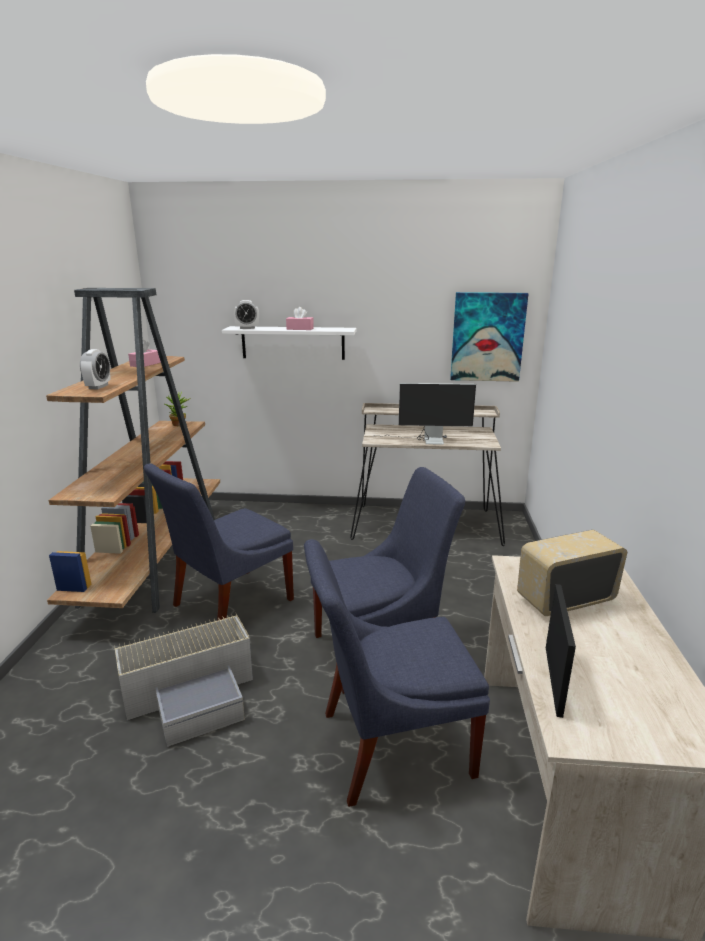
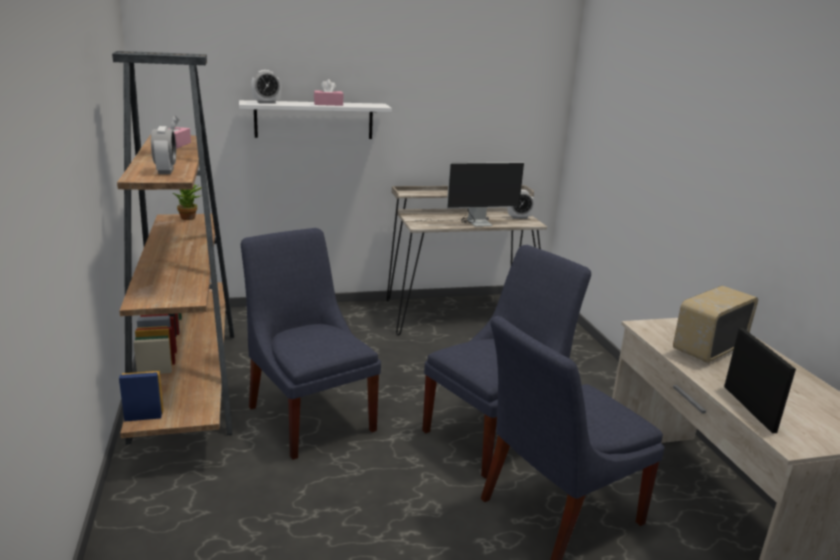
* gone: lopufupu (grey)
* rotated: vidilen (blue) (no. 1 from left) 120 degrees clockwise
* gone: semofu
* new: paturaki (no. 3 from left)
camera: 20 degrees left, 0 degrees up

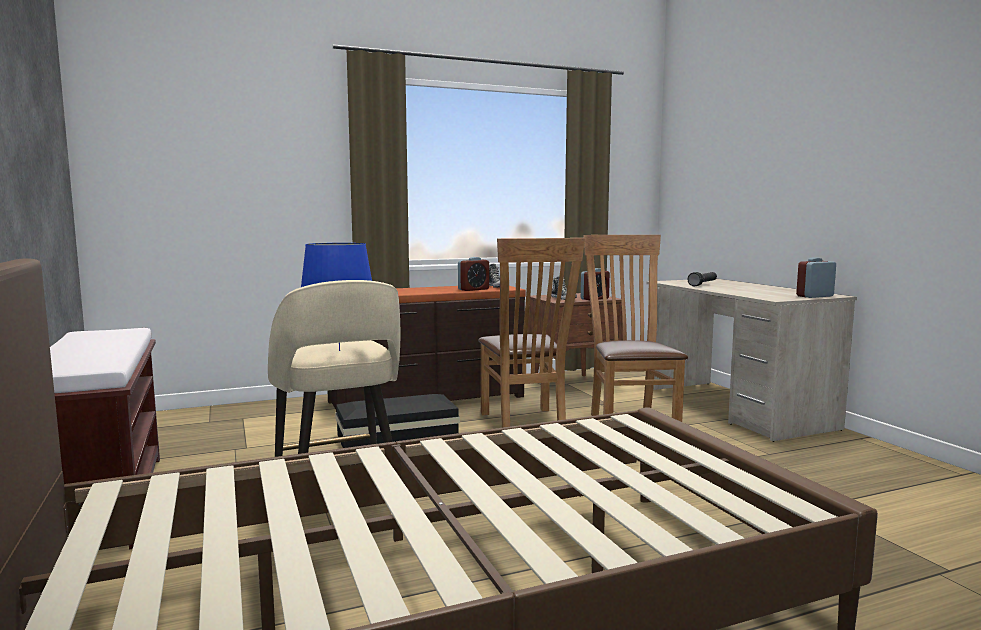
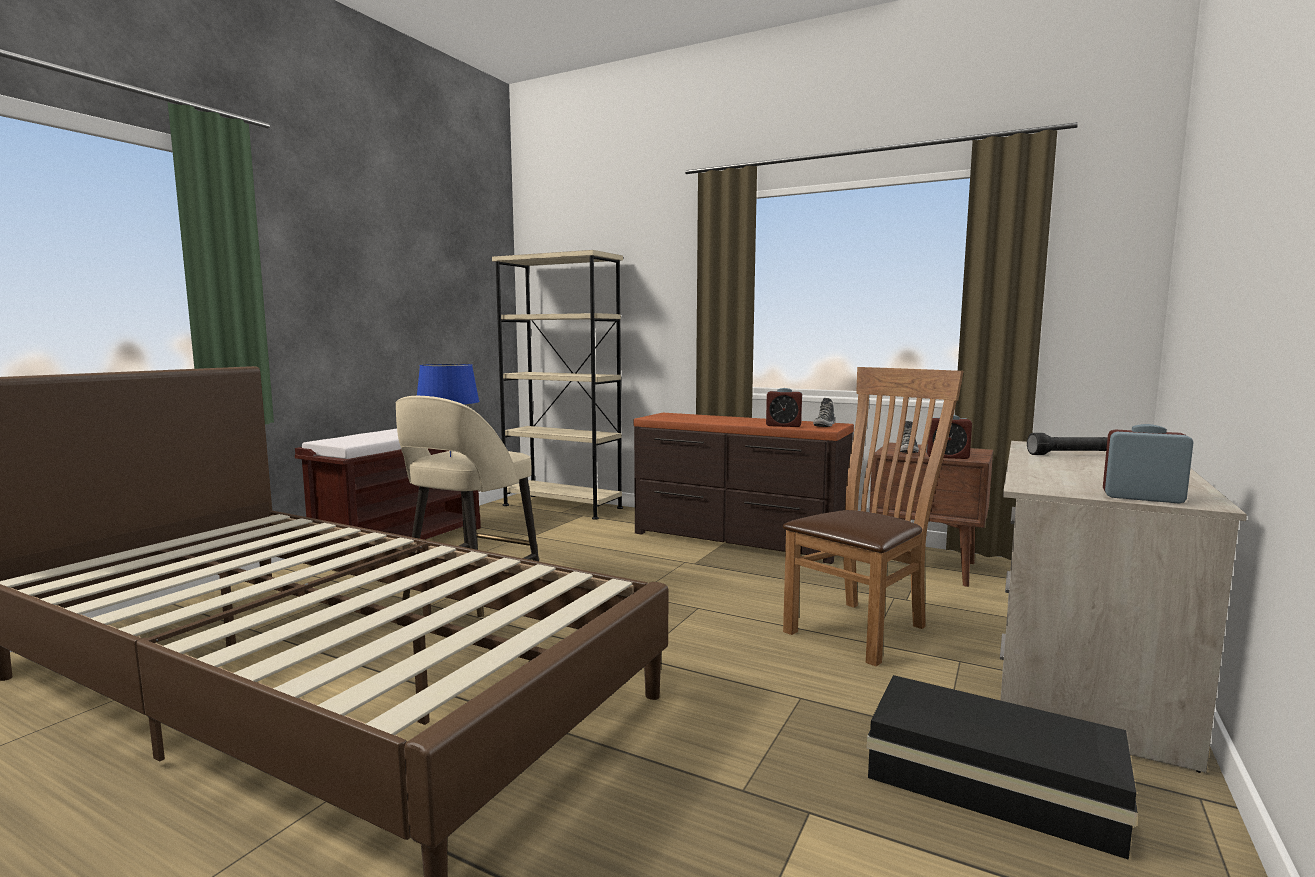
* shifted: lopufupu (black)
* gone: vidilen (brown) (no. 1 from left)
* new: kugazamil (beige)
camera: 50 degrees right, 0 degrees up

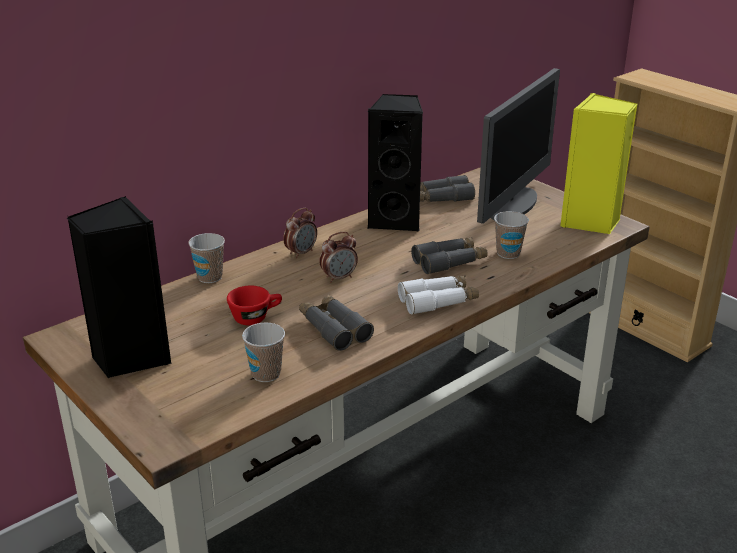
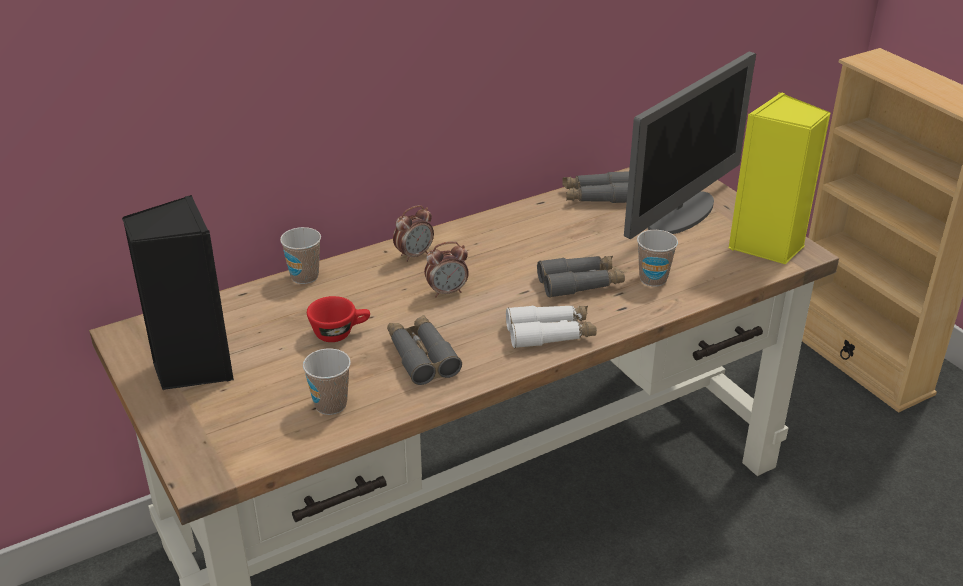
* gone: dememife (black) (no. 2 from left)
camera: 10 degrees right, 5 degrees up

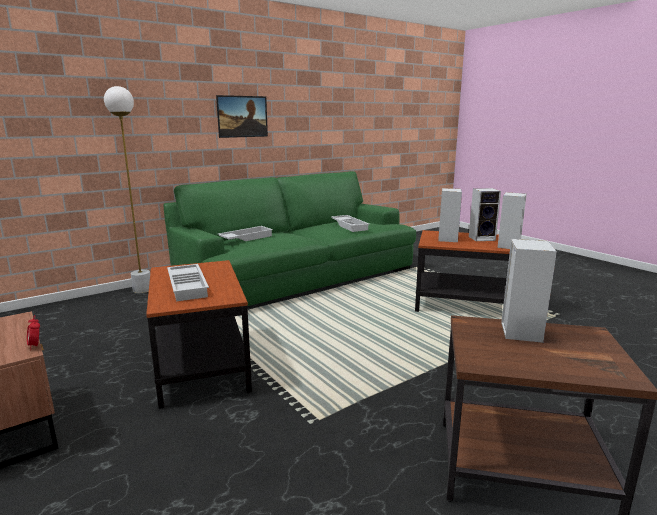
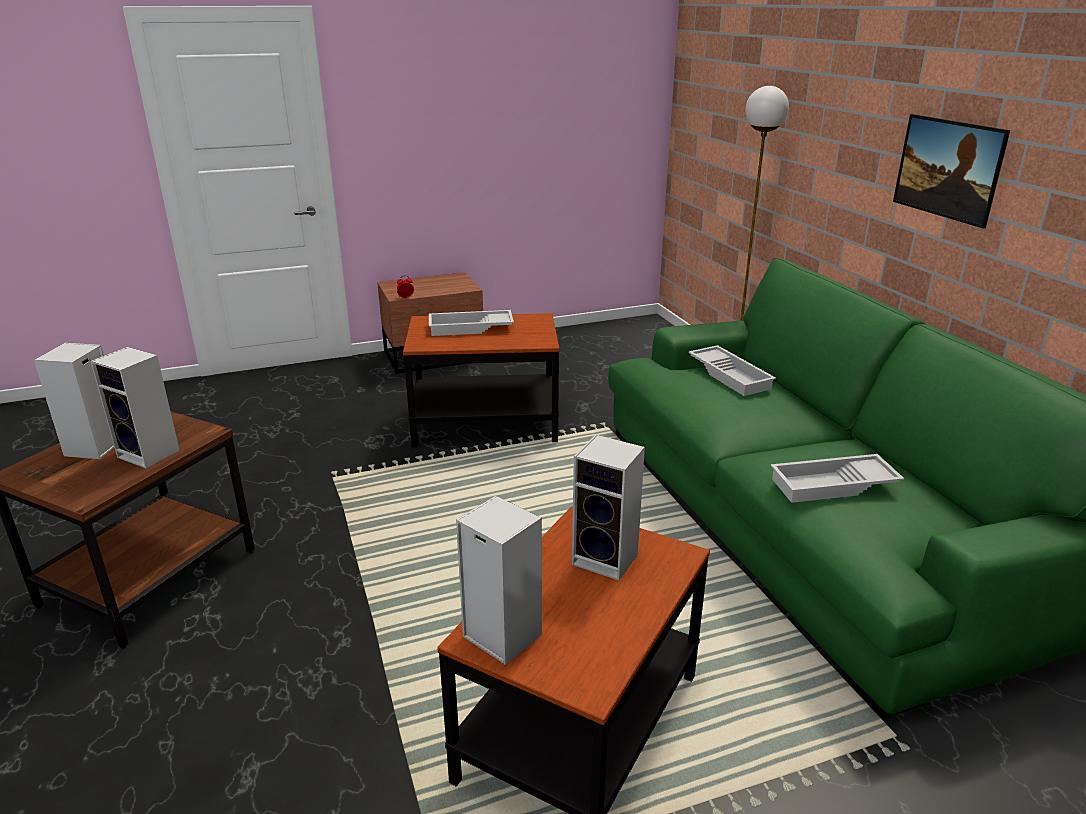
* shifted: dememife (no. 2 from left in the first image) to dememife (no. 1 from left)
camera: 105 degrees right, 10 degrees up

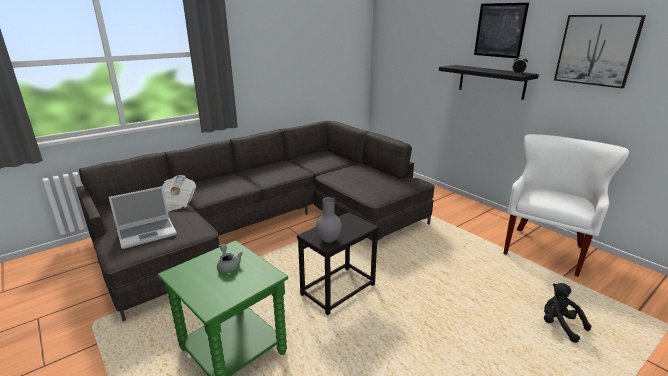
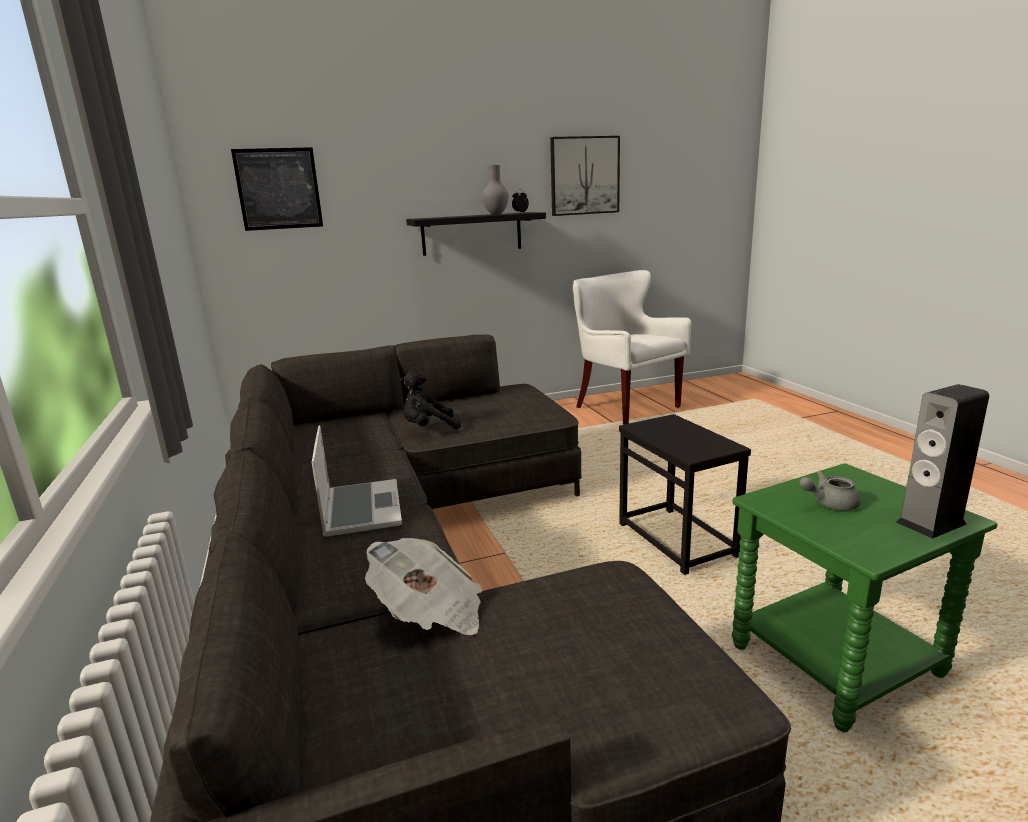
* shifted: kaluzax
* shifted: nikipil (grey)
* shifted: semofu (no. 1 from left)
* shifted: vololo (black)
* new: dememife
camera: 70 degrees left, 5 degrees down

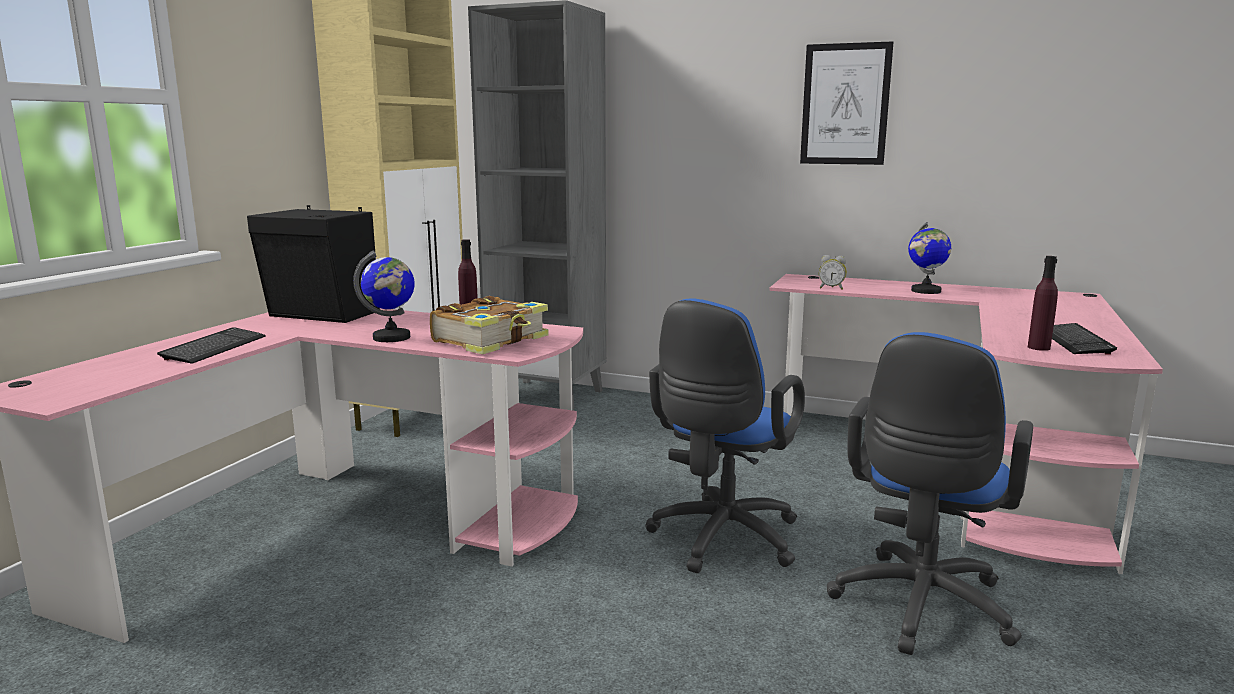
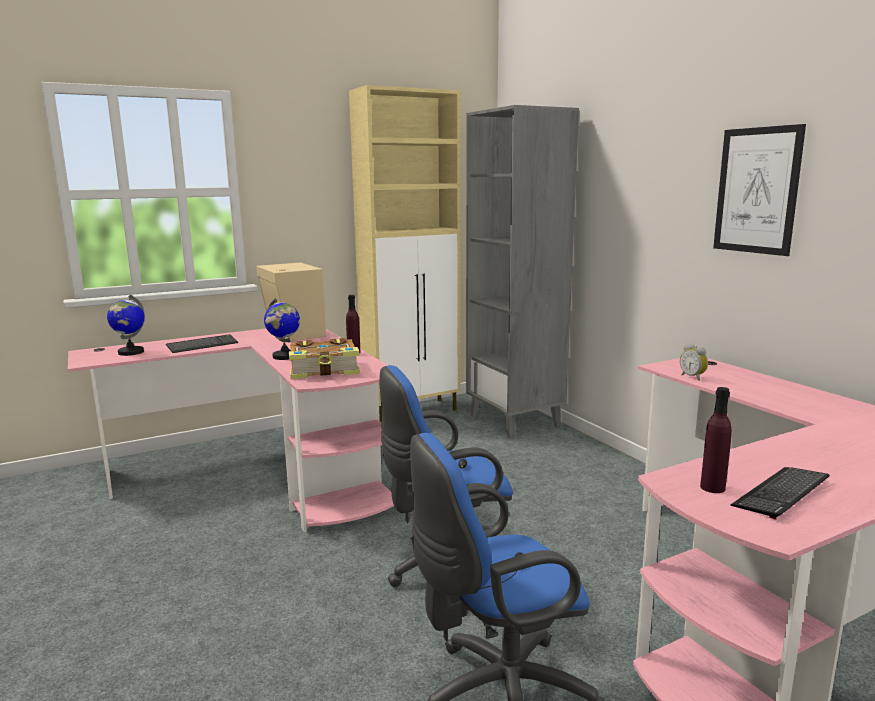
* repainted: dememife (black) to dememife (beige)
* shifted: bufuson (no. 2 from left in the first image) to bufuson (no. 1 from left)
camera: 40 degrees right, 0 degrees up

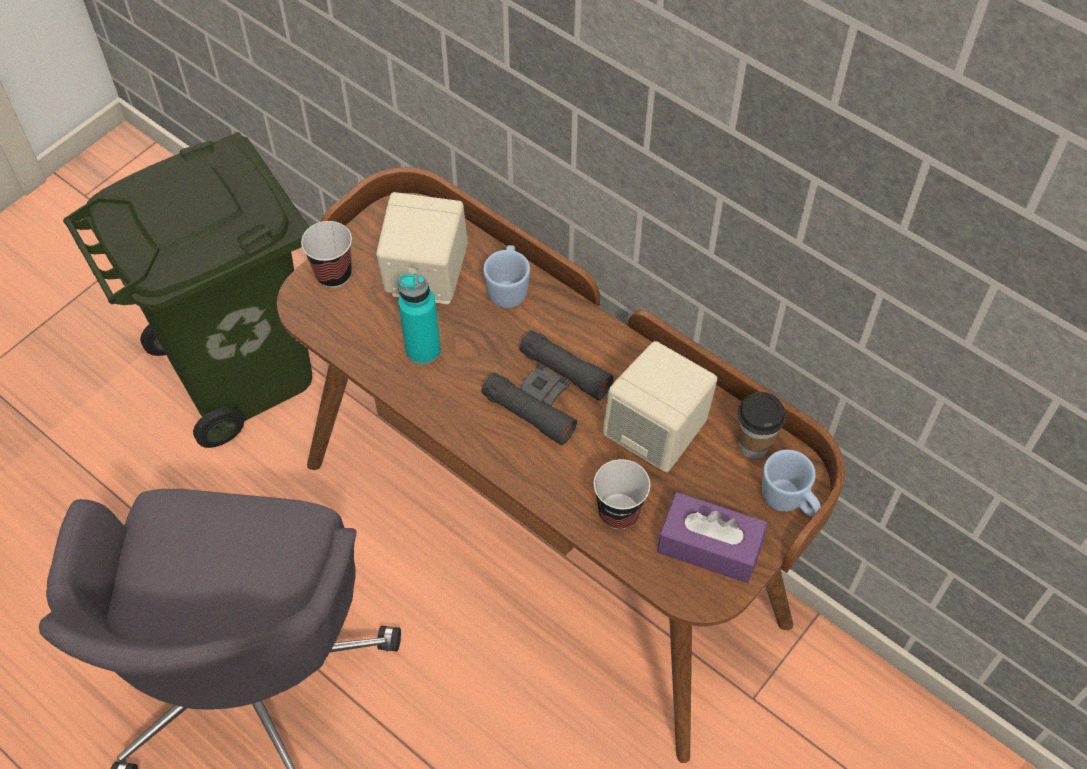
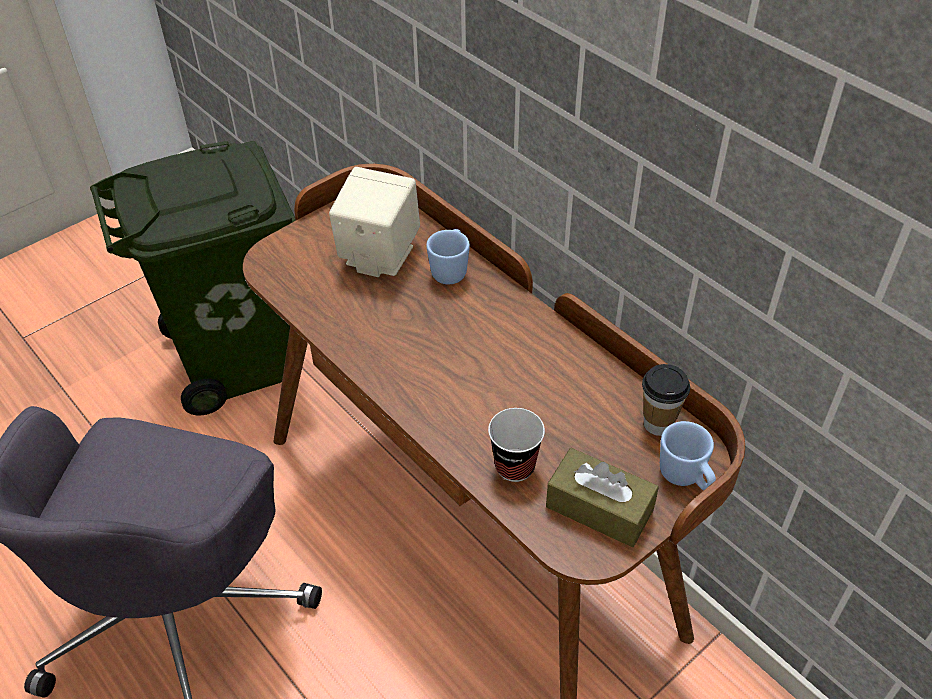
* gone: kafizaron (no. 1 from left)
* gone: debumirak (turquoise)
* gone: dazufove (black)
* gone: dememife (beige) (no. 2 from left)
* repainted: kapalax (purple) to kapalax (brown)
camera: 10 degrees right, 10 degrees down

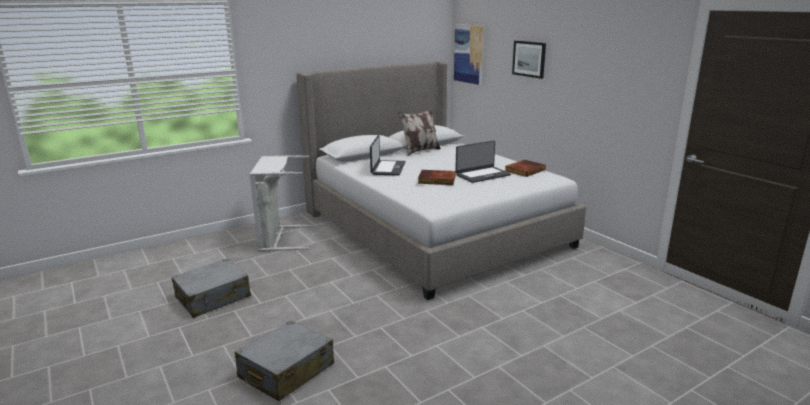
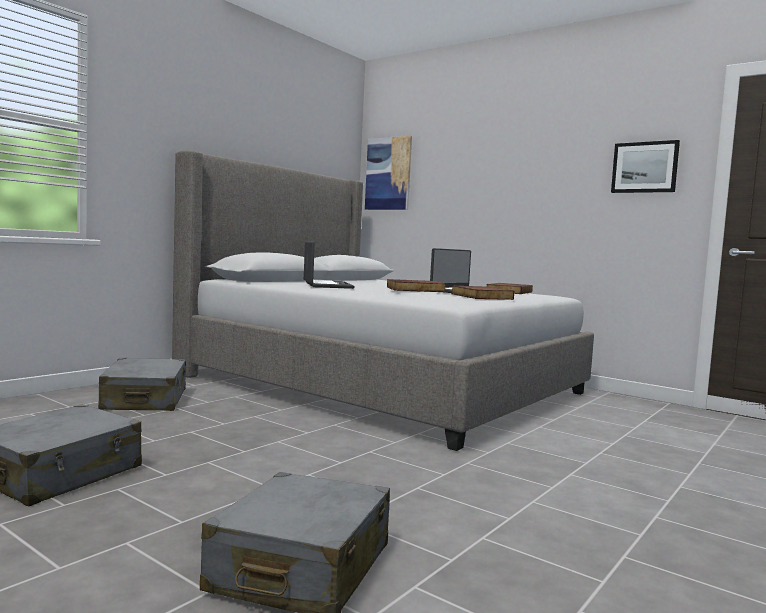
* swapped: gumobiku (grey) to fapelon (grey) (no. 2 from left)
* gone: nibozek
* shifted: semofu (no. 2 from left)
* new: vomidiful (no. 2 from left)
camera: 20 degrees left, 15 degrees down

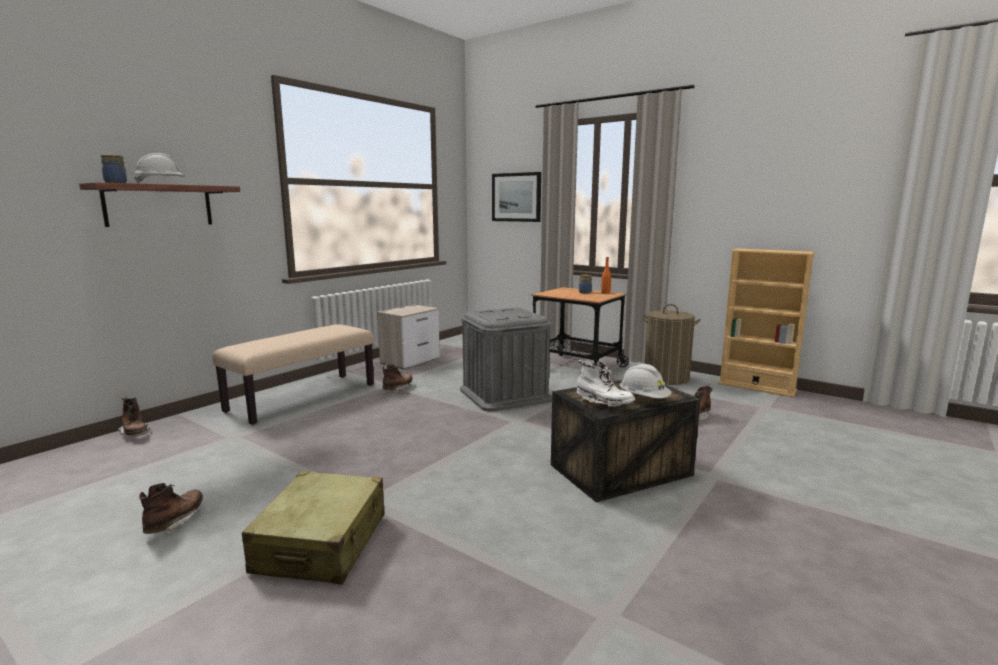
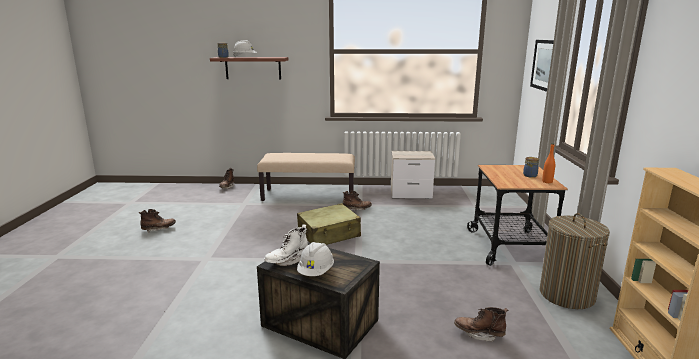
* shifted: fapelon (beige)
* gone: lopufupu (grey)
* rotated: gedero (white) 45 degrees clockwise
camera: 55 degrees right, 5 degrees up

